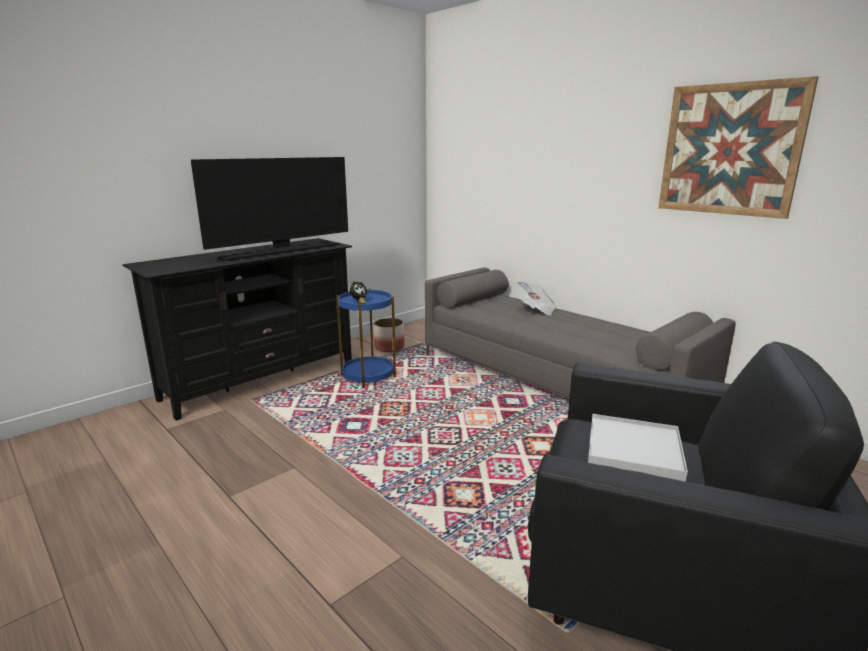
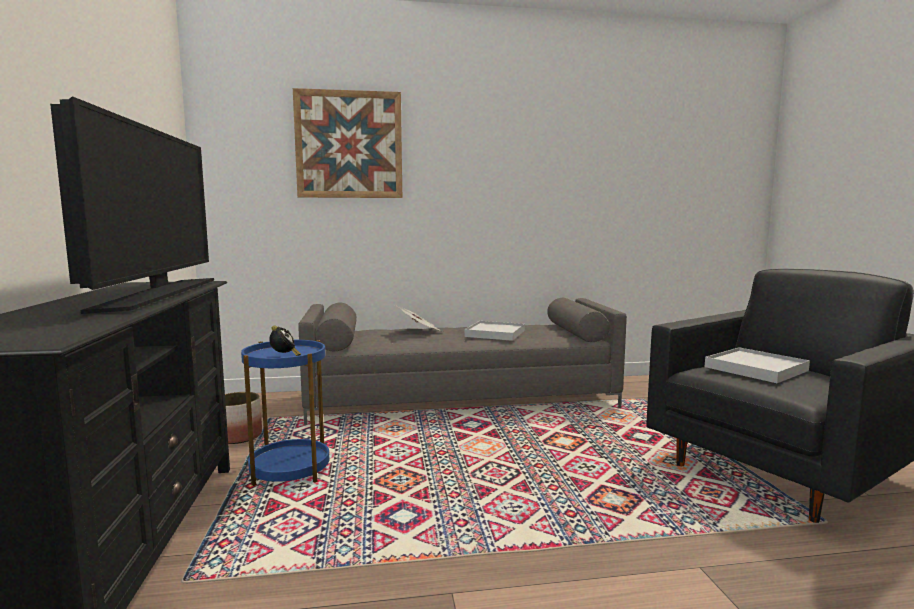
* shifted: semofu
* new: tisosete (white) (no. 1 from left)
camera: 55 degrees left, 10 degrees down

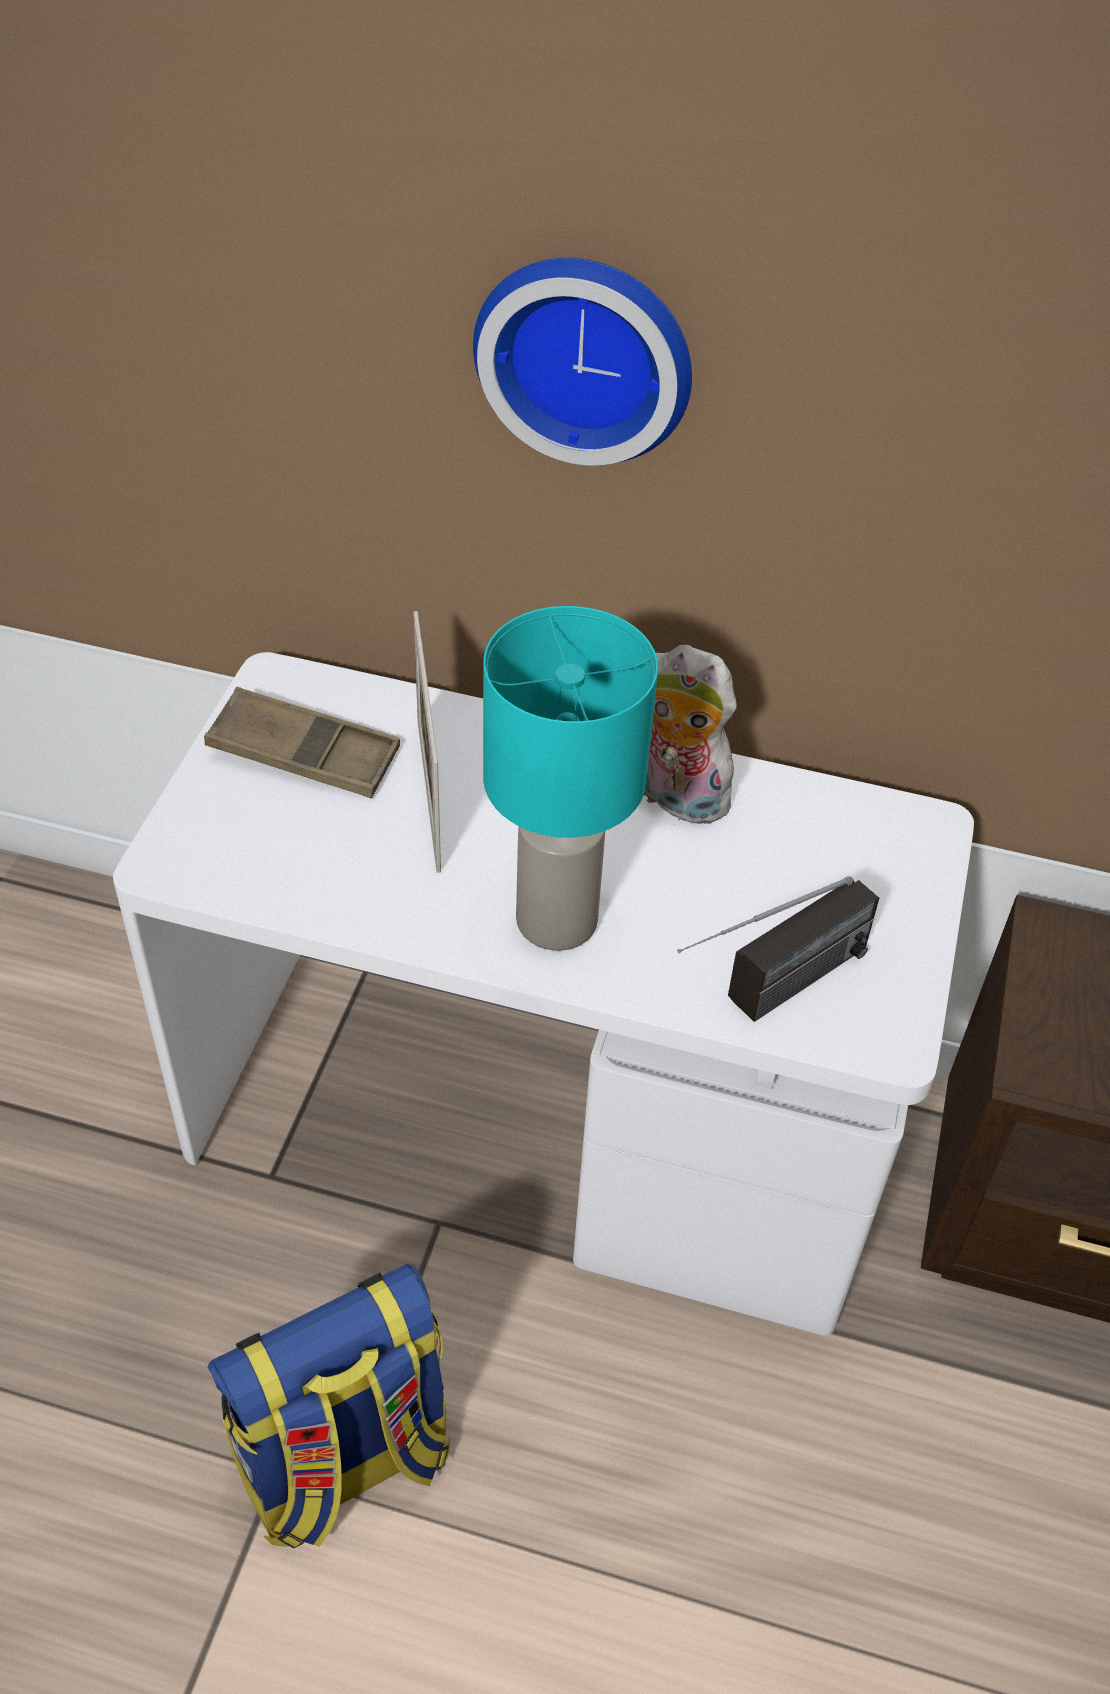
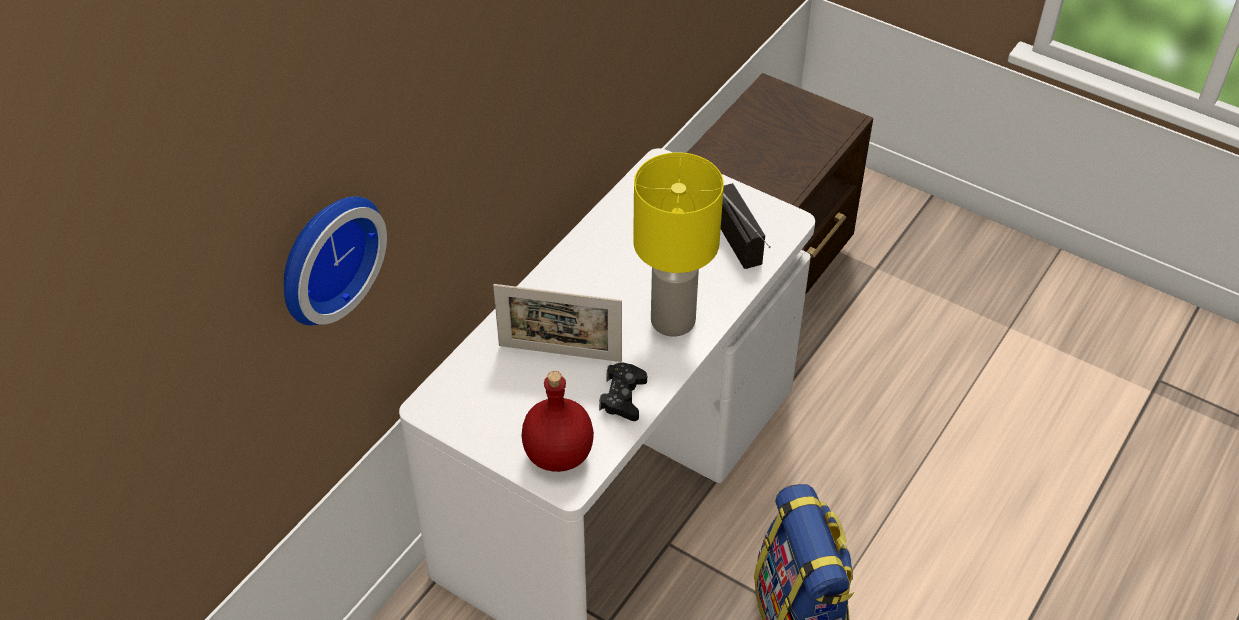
* gone: tisosete (brown)
* shifted: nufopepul
* repainted: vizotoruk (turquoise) to vizotoruk (yellow)
* gone: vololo
* new: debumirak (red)
* new: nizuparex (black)
camera: 70 degrees left, 0 degrees up

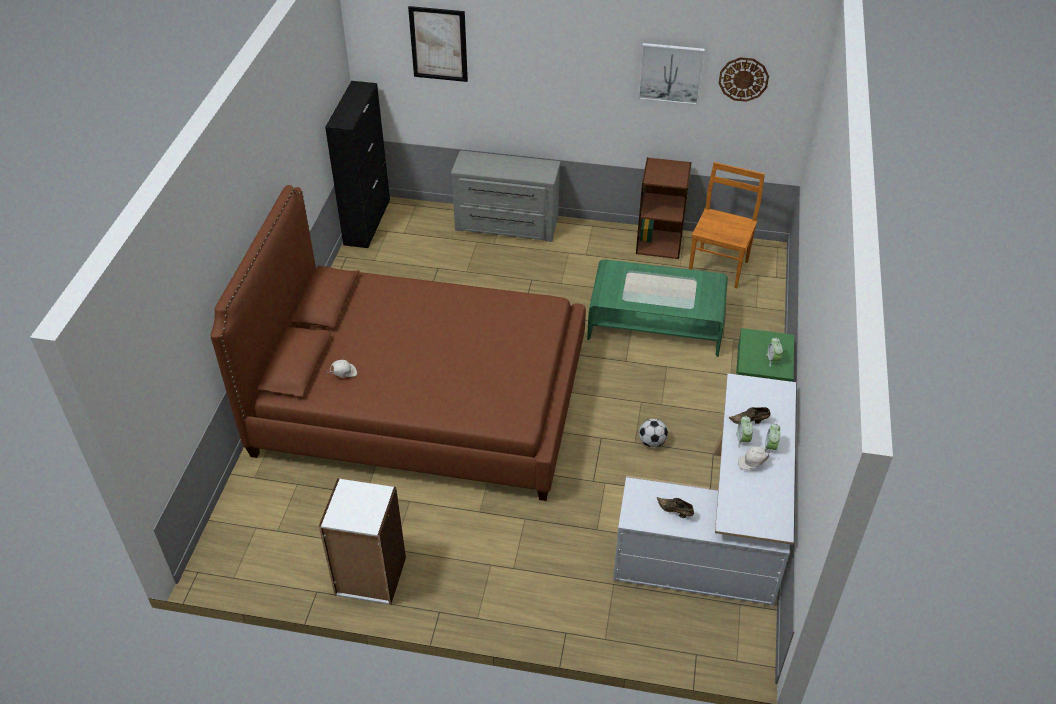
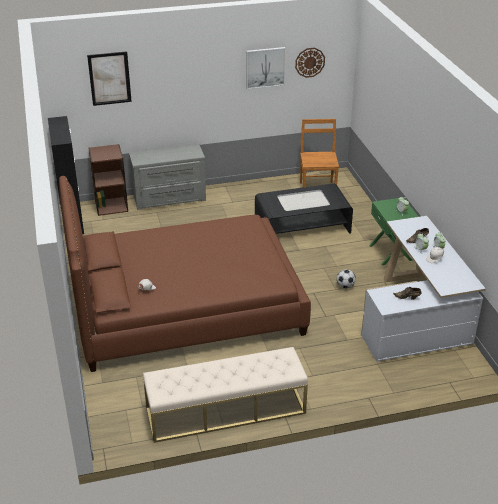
* swapped: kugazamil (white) to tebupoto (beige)
* repainted: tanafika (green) to tanafika (black)
* shifted: kugazamil (brown)
camera: 25 degrees left, 10 degrees down

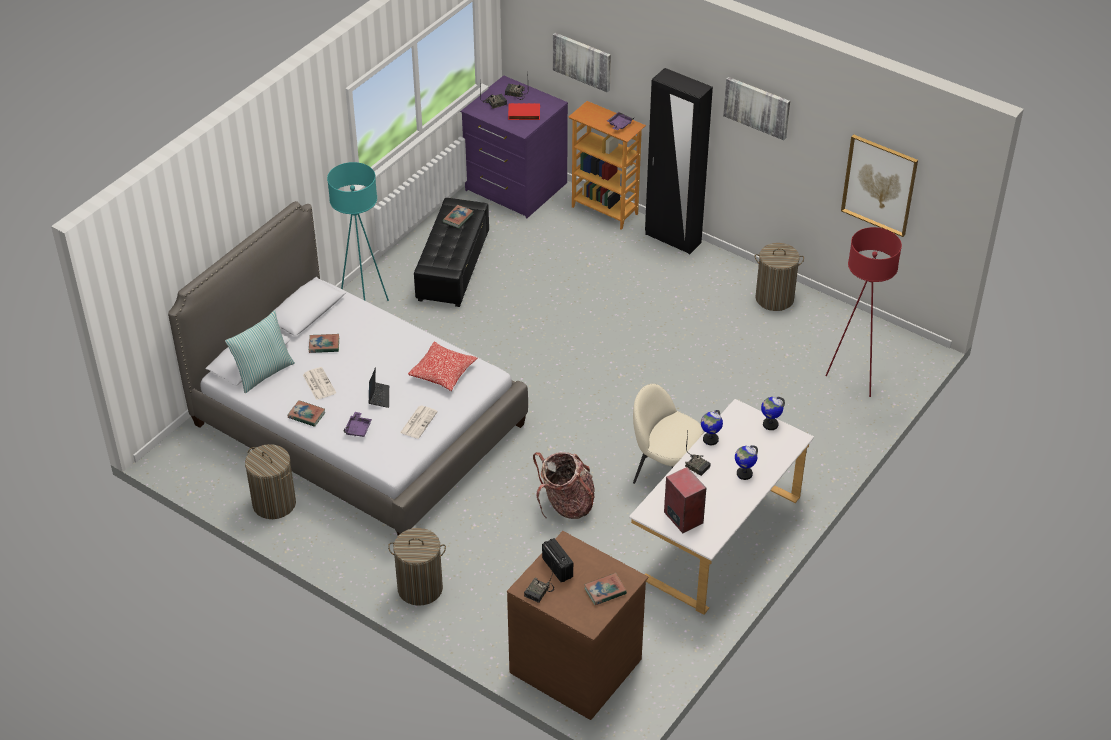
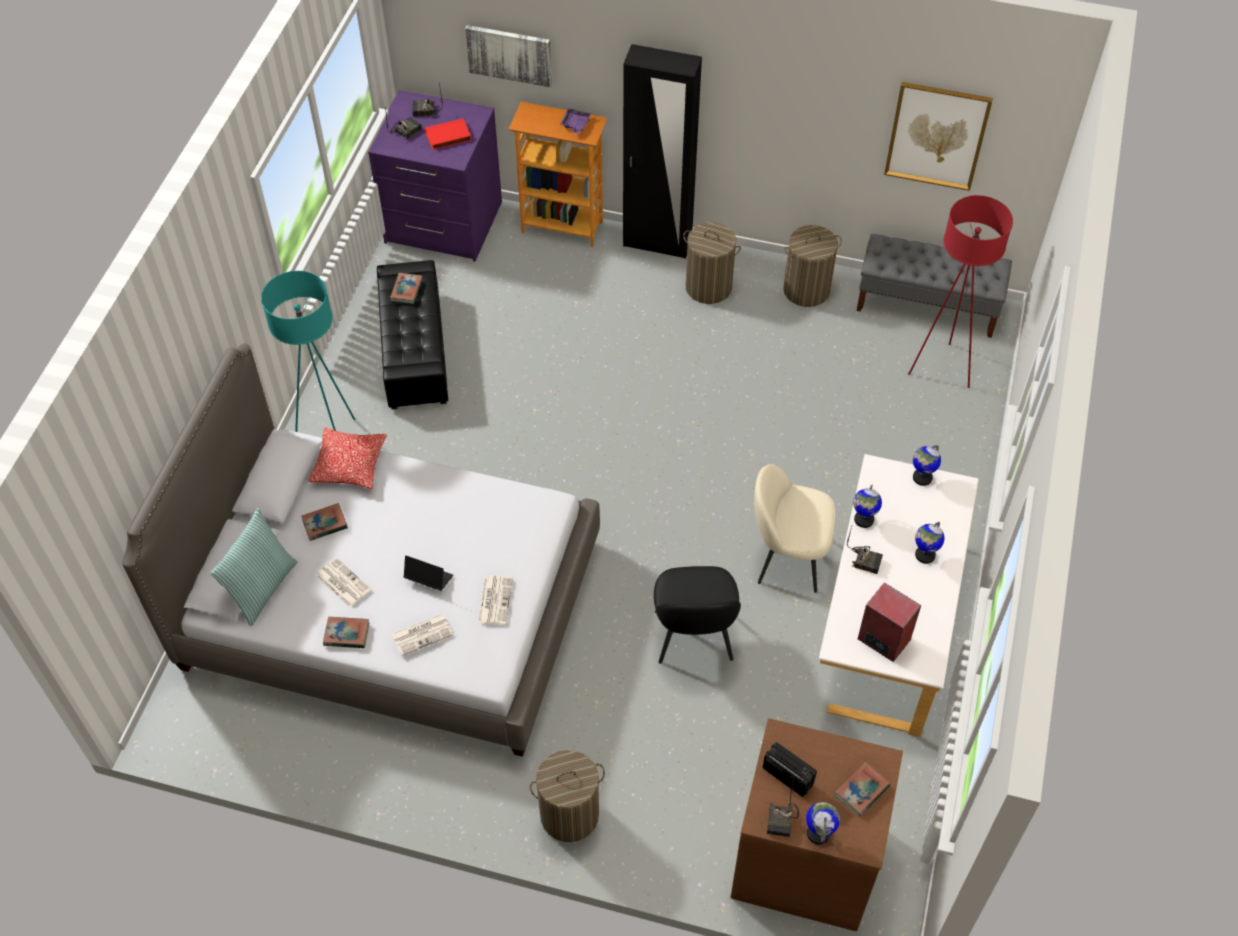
* shifted: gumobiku (no. 1 from left in the first image) to gumobiku (no. 2 from left)
* swapped: tisosete (purple) (no. 1 from left) to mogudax (no. 2 from left)
* rotated: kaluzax 45 degrees counterclockwise
* shifted: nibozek (no. 2 from left)
* swapped: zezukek to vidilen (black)
* gone: semofu (no. 2 from left)
* new: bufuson (no. 1 from left)
* new: tebupoto (grey)
camera: 20 degrees left, 10 degrees up

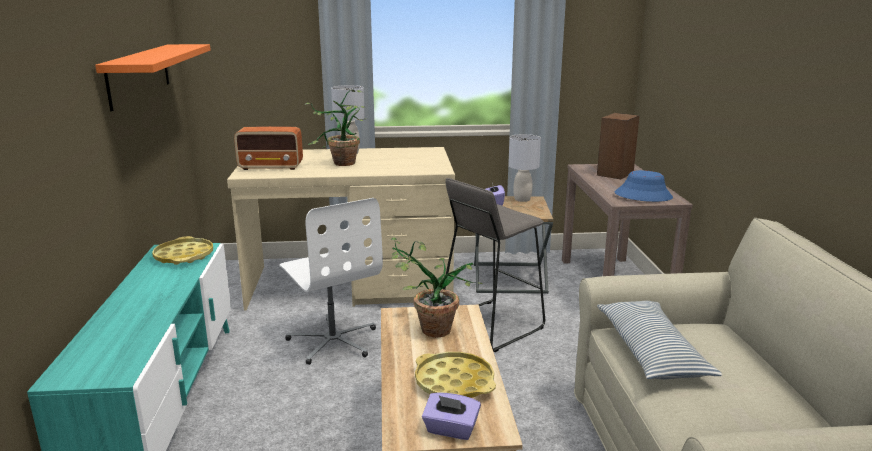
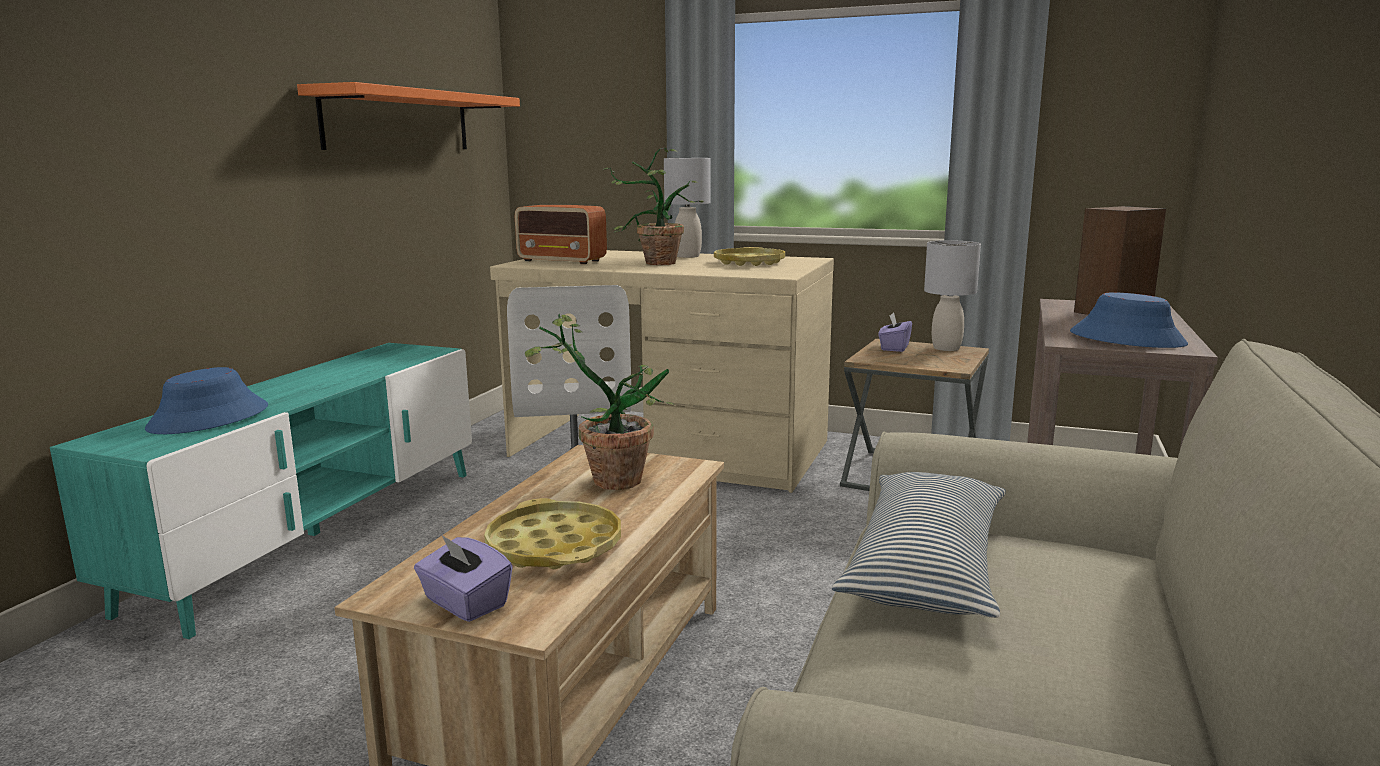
* shifted: tisosete (yellow) (no. 1 from left in the first image) to tisosete (yellow) (no. 2 from left)
* gone: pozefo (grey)
* new: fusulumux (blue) (no. 1 from left)
camera: 25 degrees right, 5 degrees down

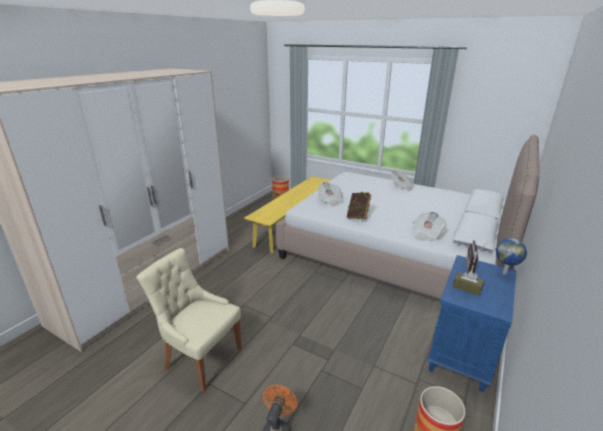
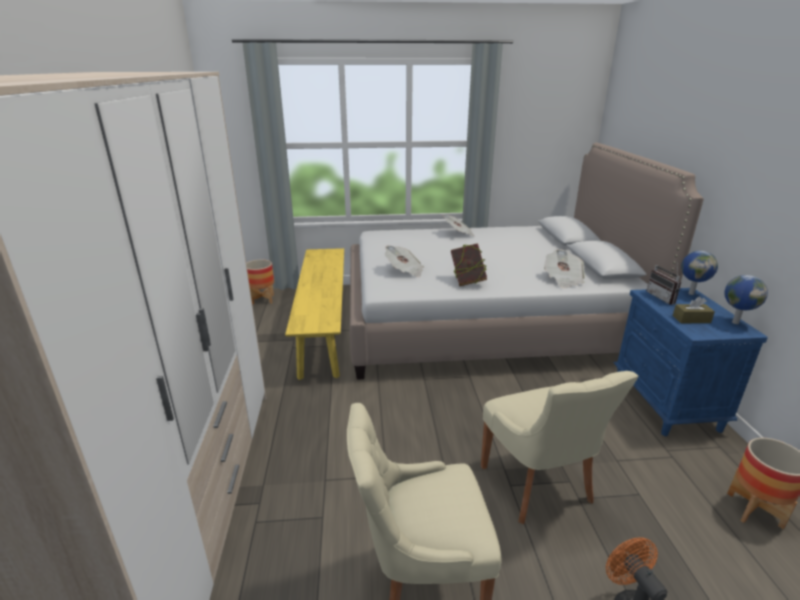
* new: vidilen (beige) (no. 2 from left)
* new: bufuson (no. 2 from left)
camera: 35 degrees left, 0 degrees up

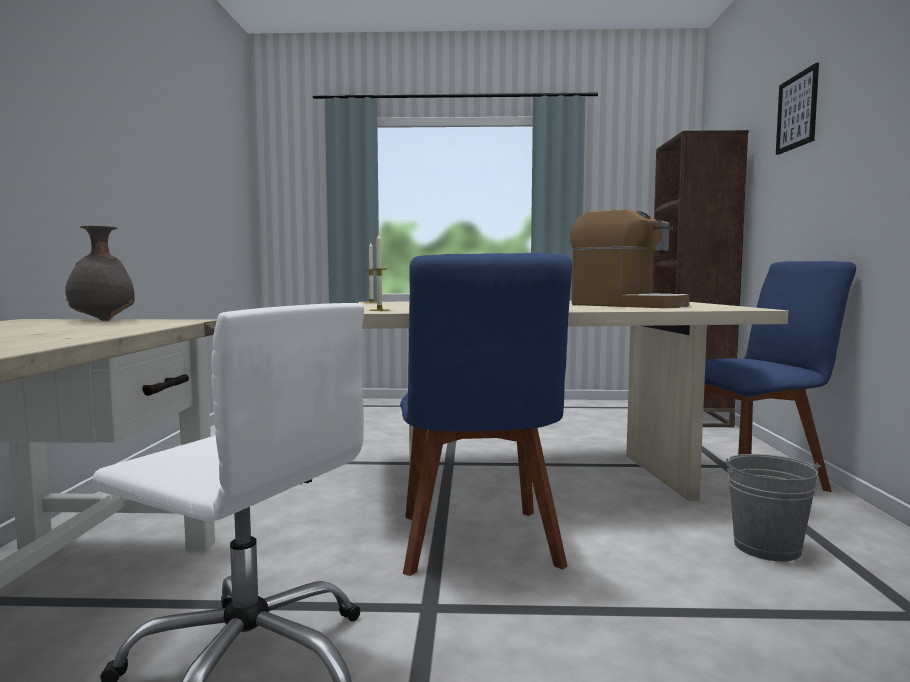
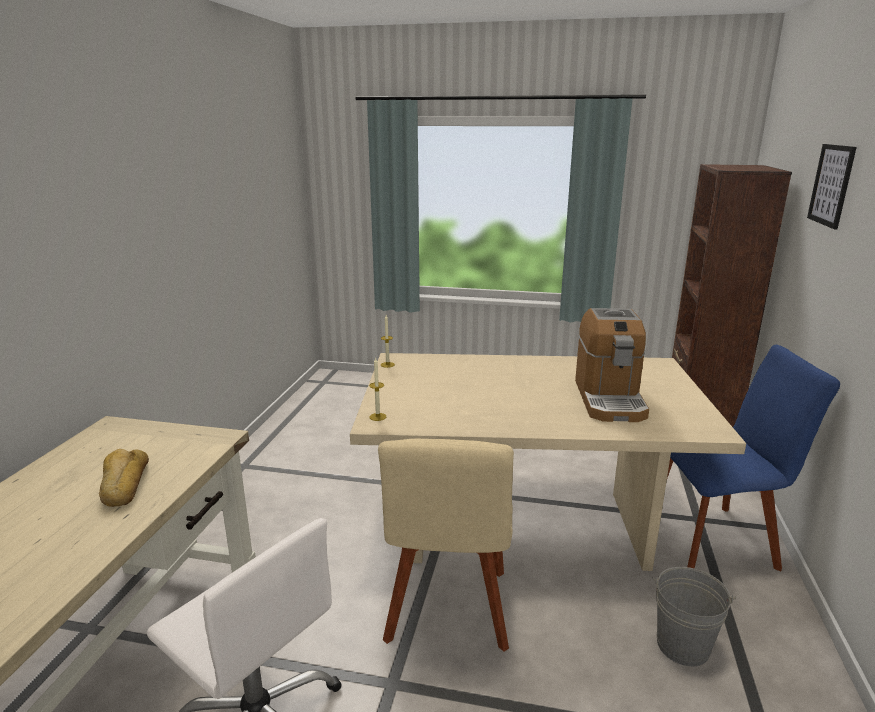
* gone: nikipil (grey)
* repainted: vidilen (blue) (no. 1 from left) to vidilen (beige)
* rotated: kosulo 45 degrees clockwise
* new: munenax
camera: 10 degrees right, 15 degrees up

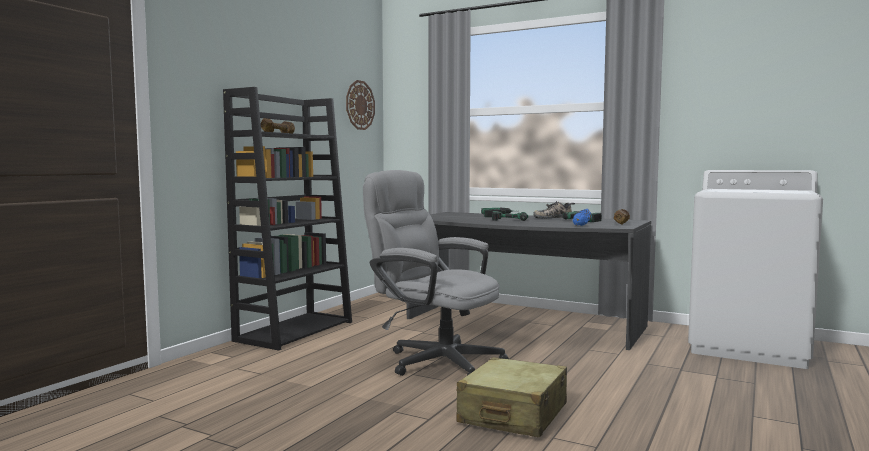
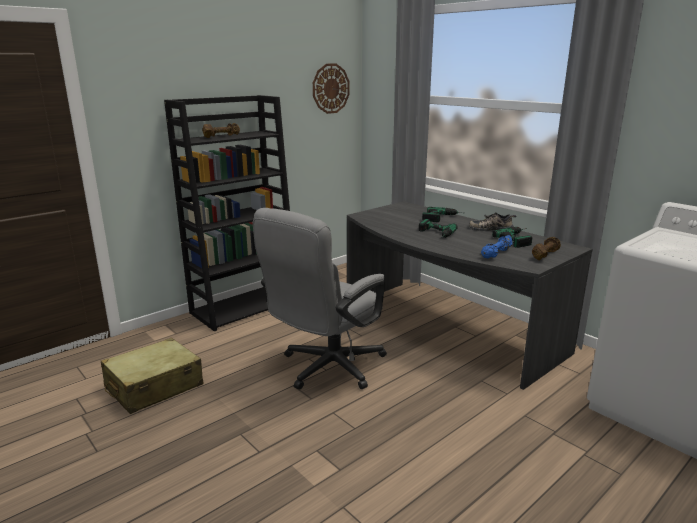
* rotated: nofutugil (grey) 105 degrees counterclockwise
* shifted: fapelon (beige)
camera: 20 degrees right, 15 degrees up

